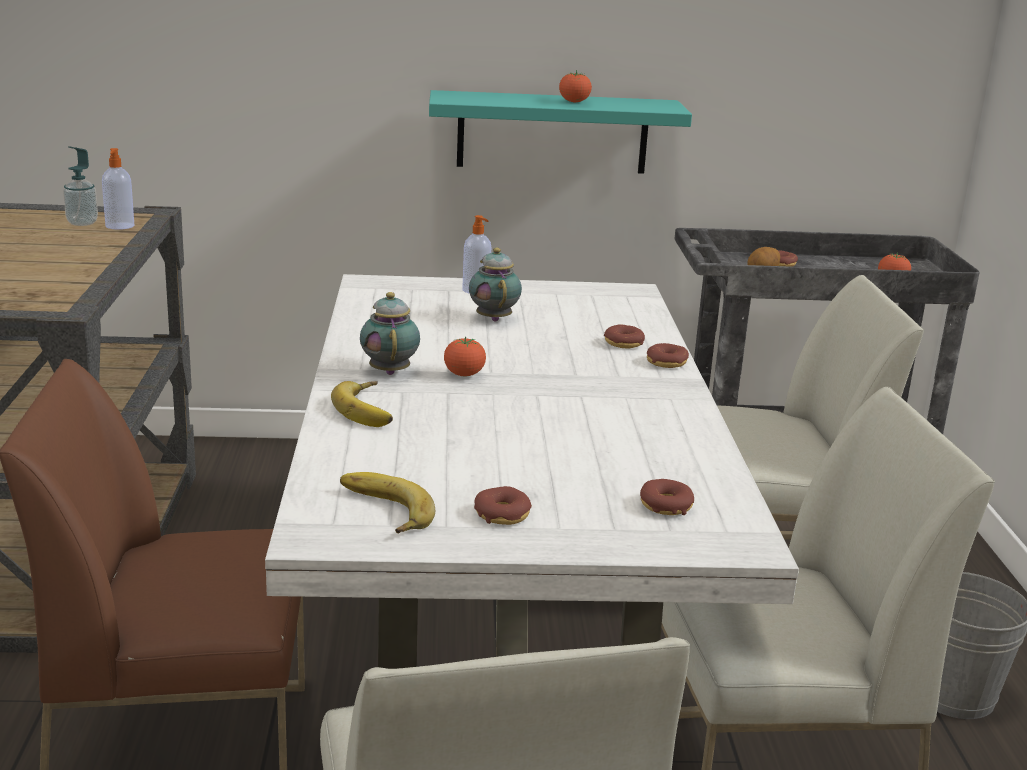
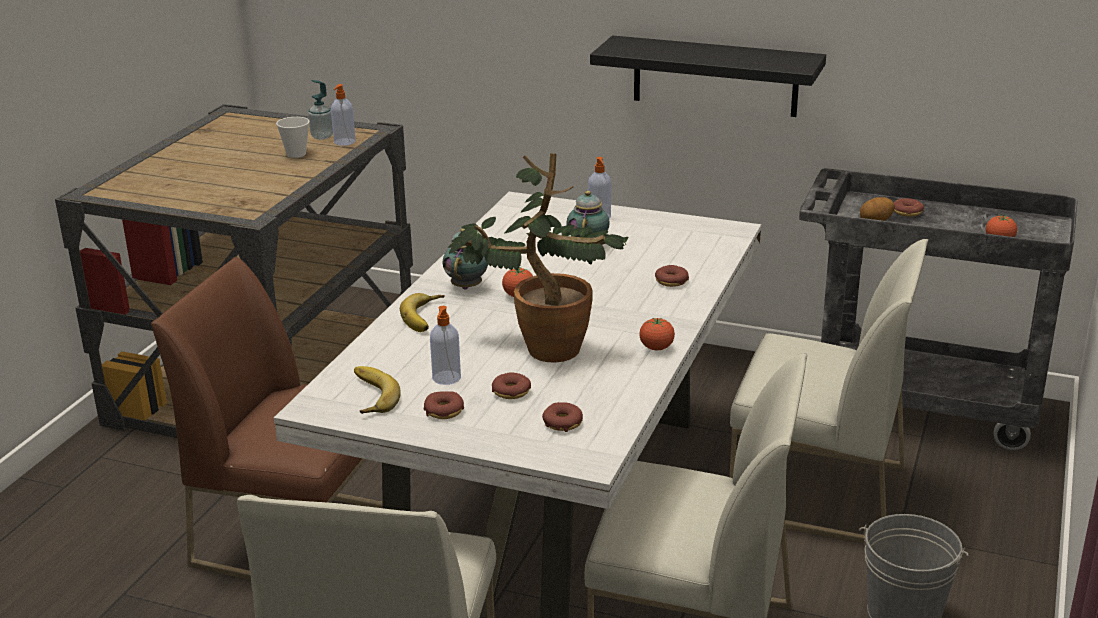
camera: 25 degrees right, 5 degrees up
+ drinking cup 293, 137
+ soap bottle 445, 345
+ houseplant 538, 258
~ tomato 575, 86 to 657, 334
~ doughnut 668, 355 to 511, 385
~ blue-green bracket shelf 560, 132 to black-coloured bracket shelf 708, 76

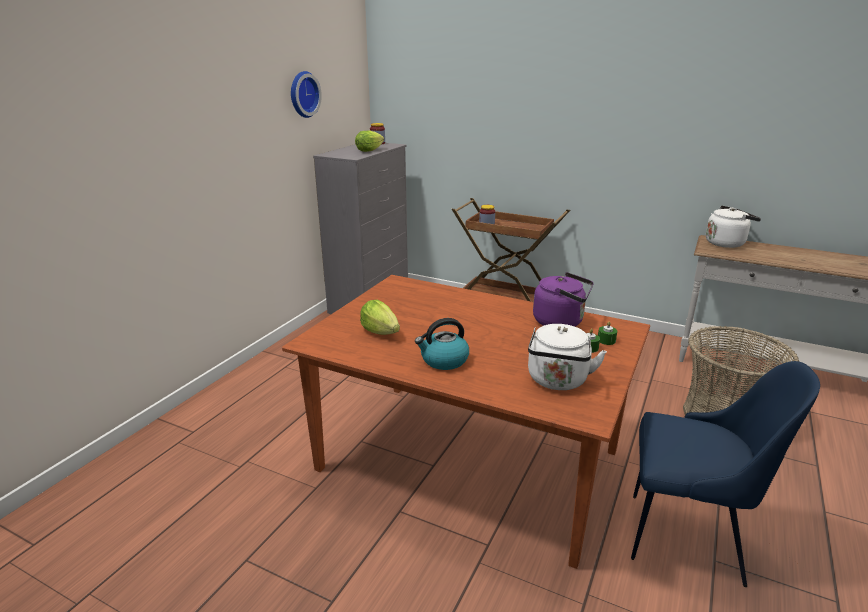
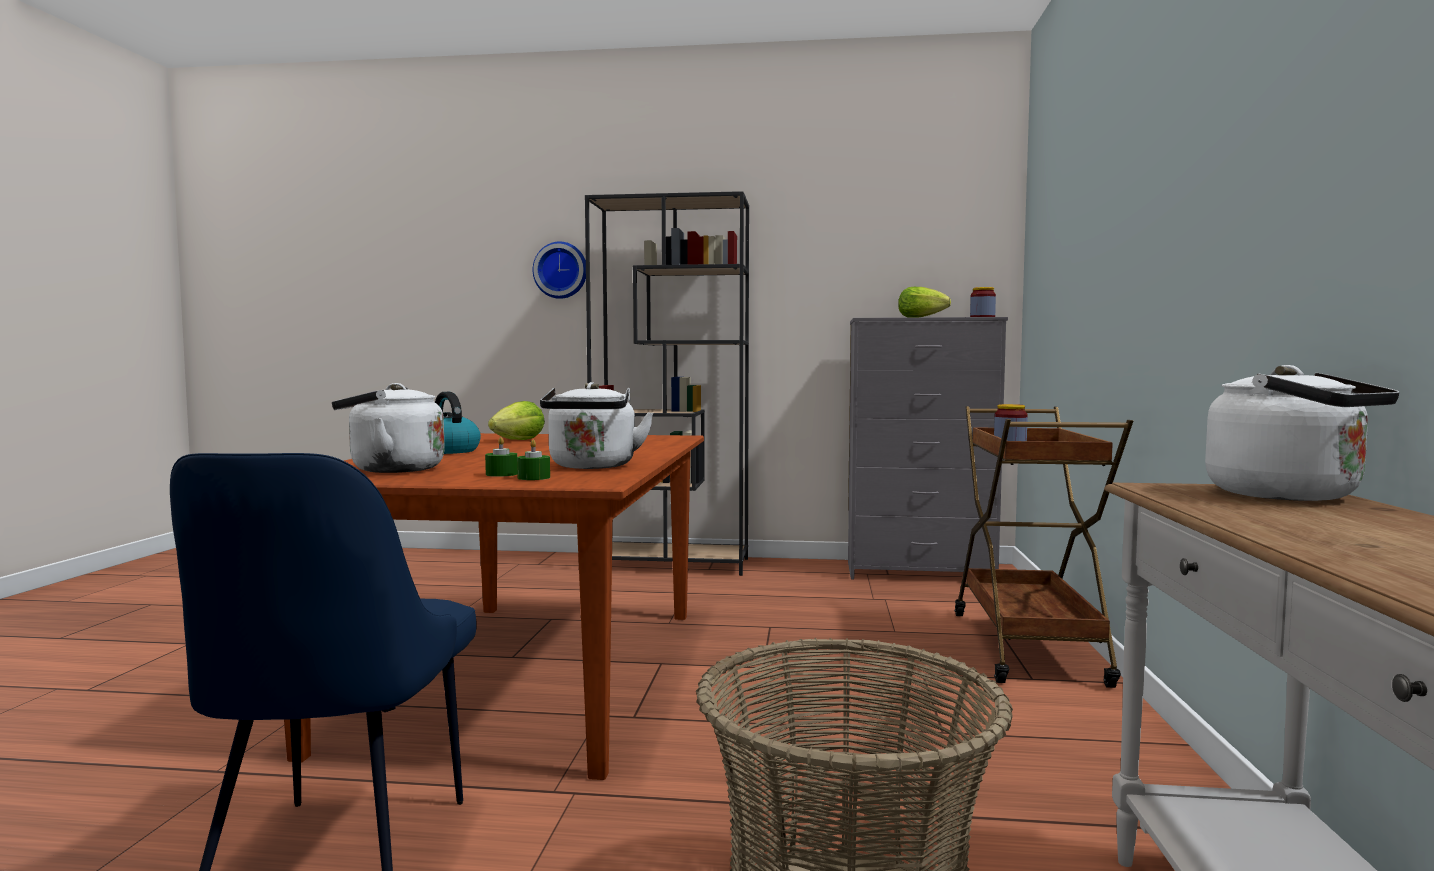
camera: 70 degrees right, 20 degrees down
+ bookcase 667, 383
~ clock on the wall 306, 94 to 559, 270
~ purple-coloured water kettle 563, 299 to white water kettle 597, 425

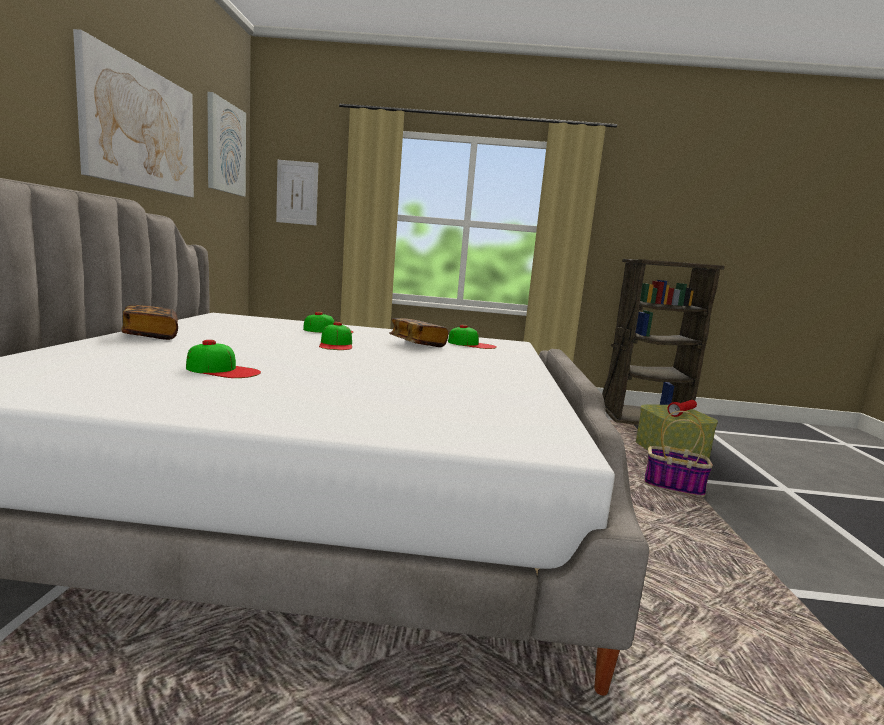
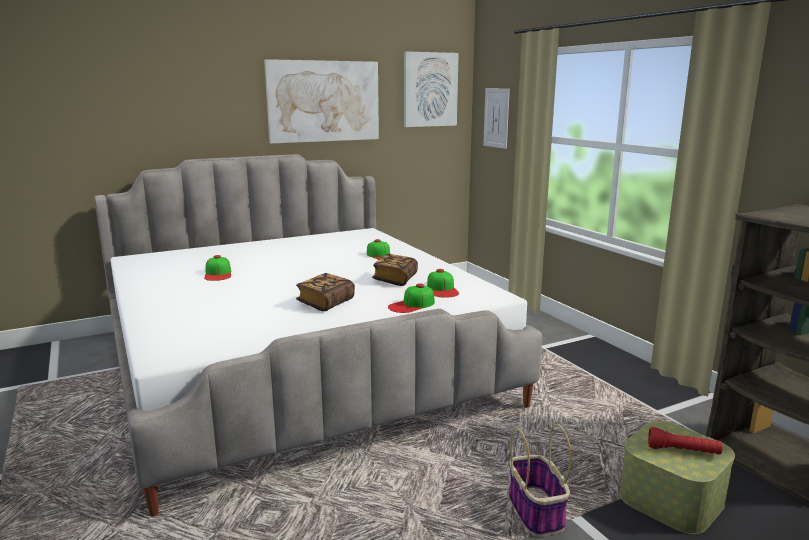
camera: 60 degrees right, 5 degrees up
~ volume 149, 322 to 325, 292
~ peaked cap 335, 336 to 411, 298

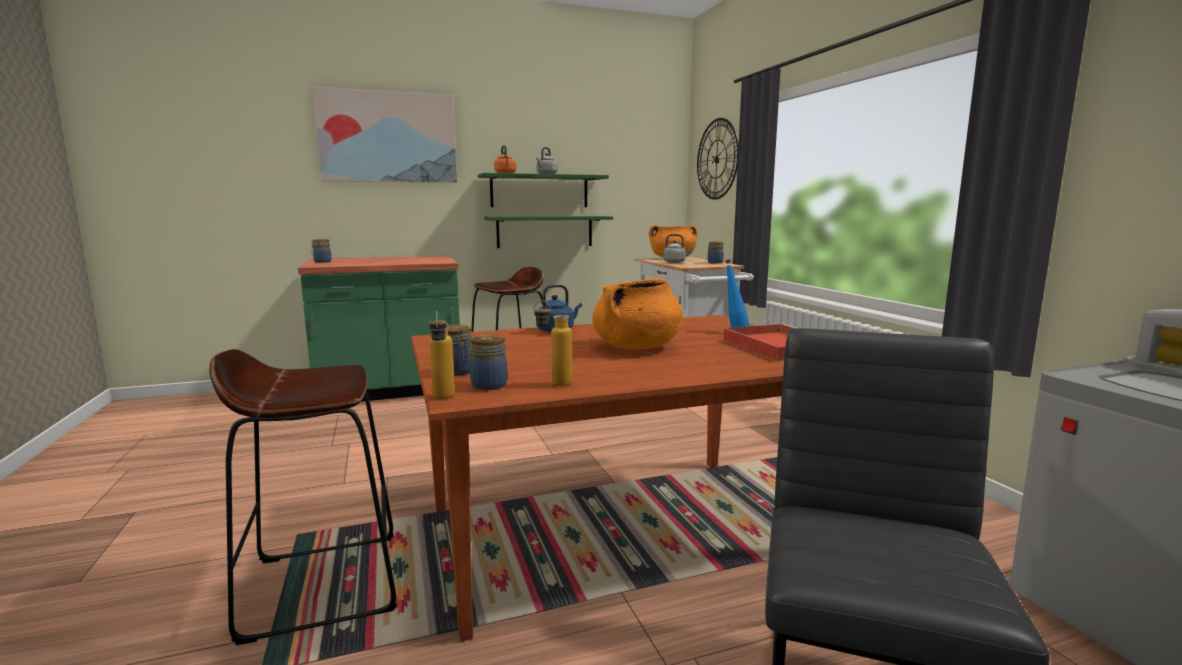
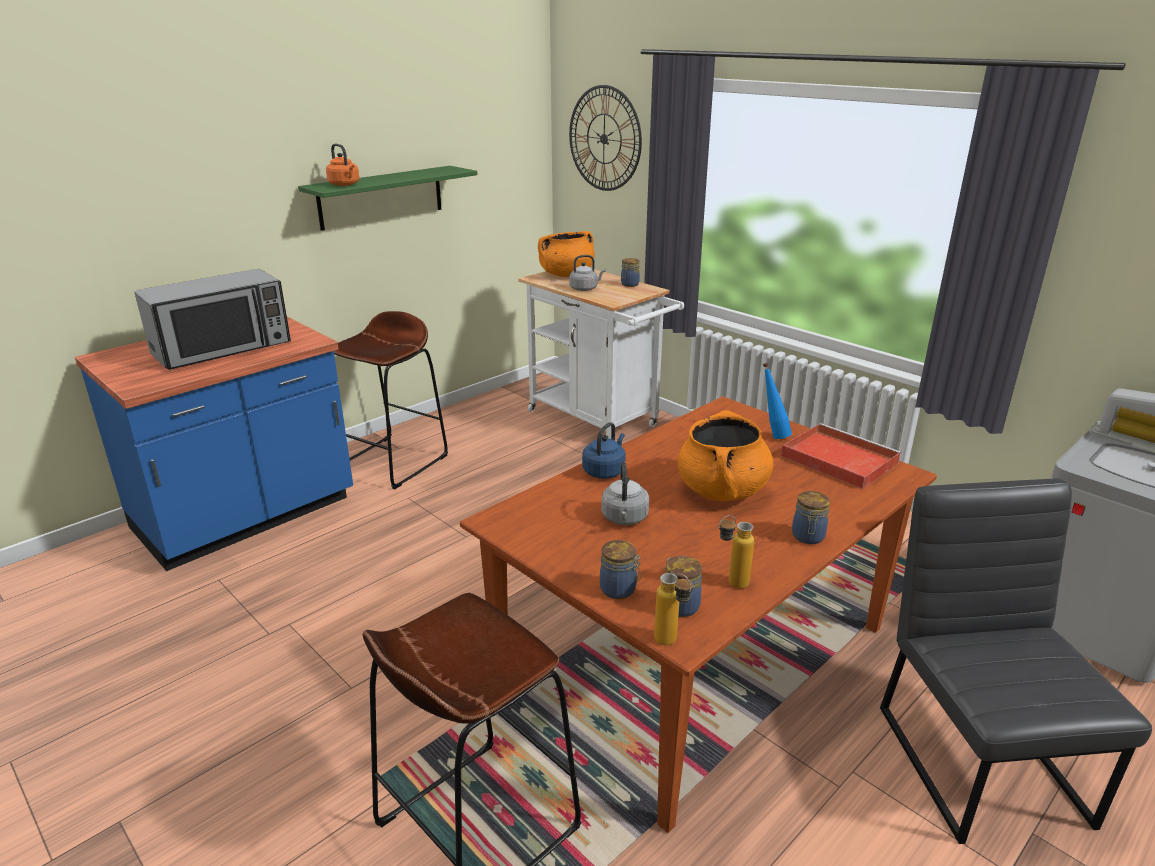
camera: 25 degrees left, 15 degrees up
- picture 384, 135
- green-coloured bracket shelf 548, 232
+ microwave 212, 319
~ preserve jar 321, 251 to 811, 517
~ gray water kettle 547, 160 to 625, 493
~ green-coloured kitchen base unit 379, 328 to blue-coloured kitchen base unit 214, 444

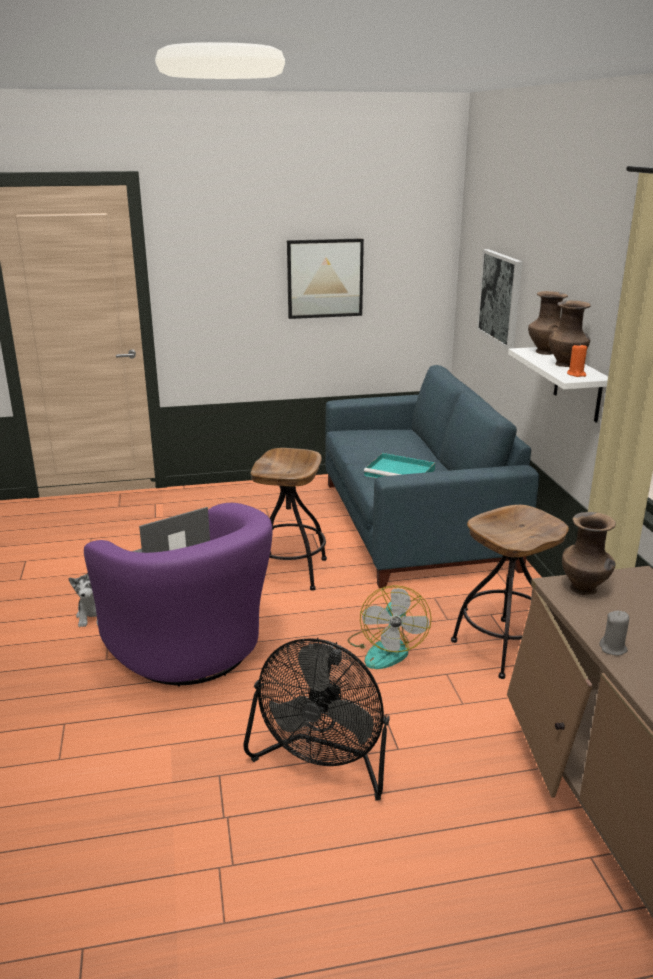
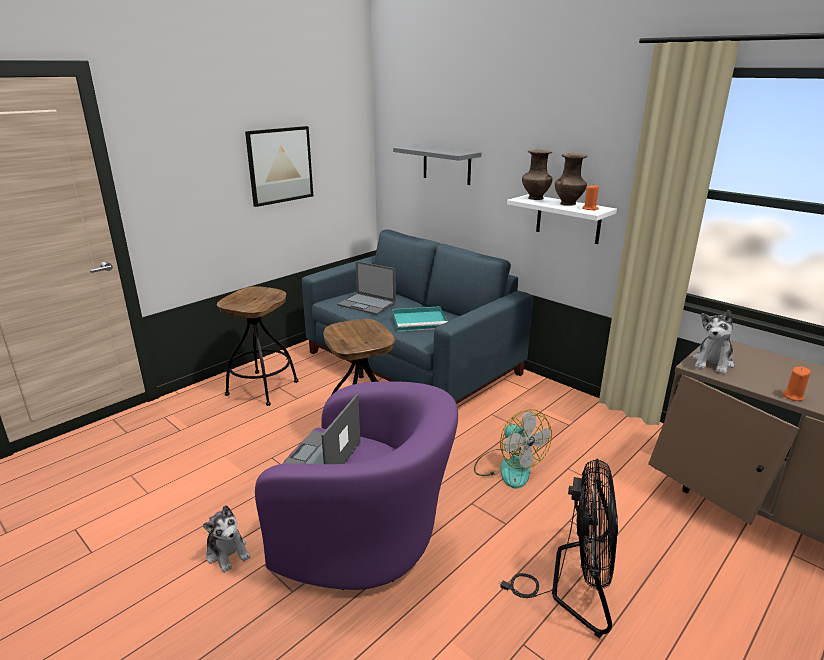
camera: 35 degrees left, 0 degrees up
+ notebook computer 366, 288
~ brownish stool 510, 592 to 257, 346
~ picture 499, 299 to gray bracket shelf 437, 165
~ brownish decorative vase 589, 553 to plush toy 713, 342
~ gray candle 614, 633 to orangey candle 796, 383
~ black-coloured cooling fan 316, 719 = 558, 549 60 degrees counterclockwise

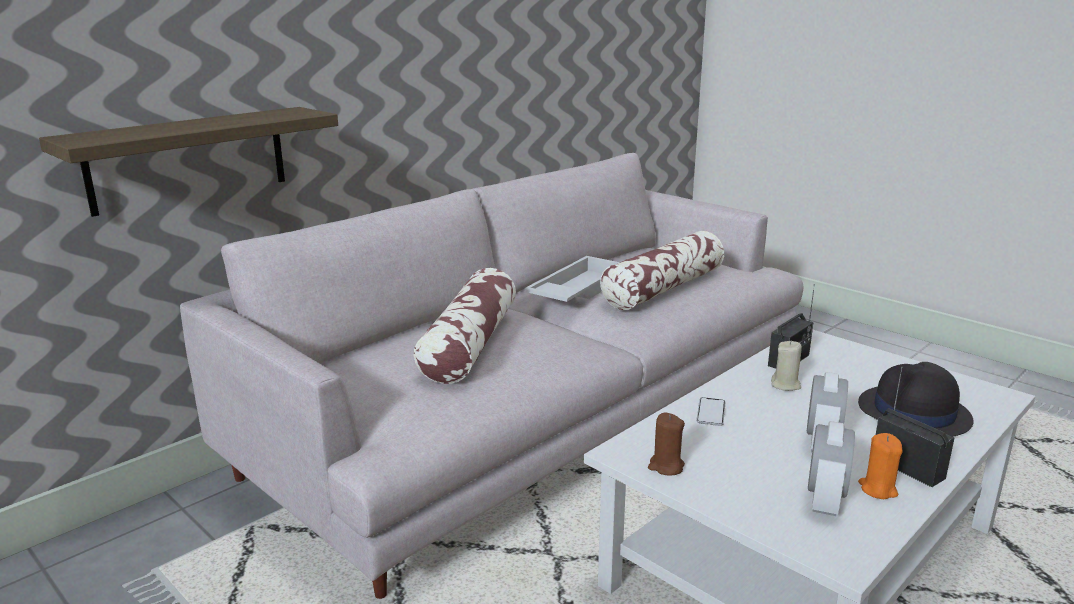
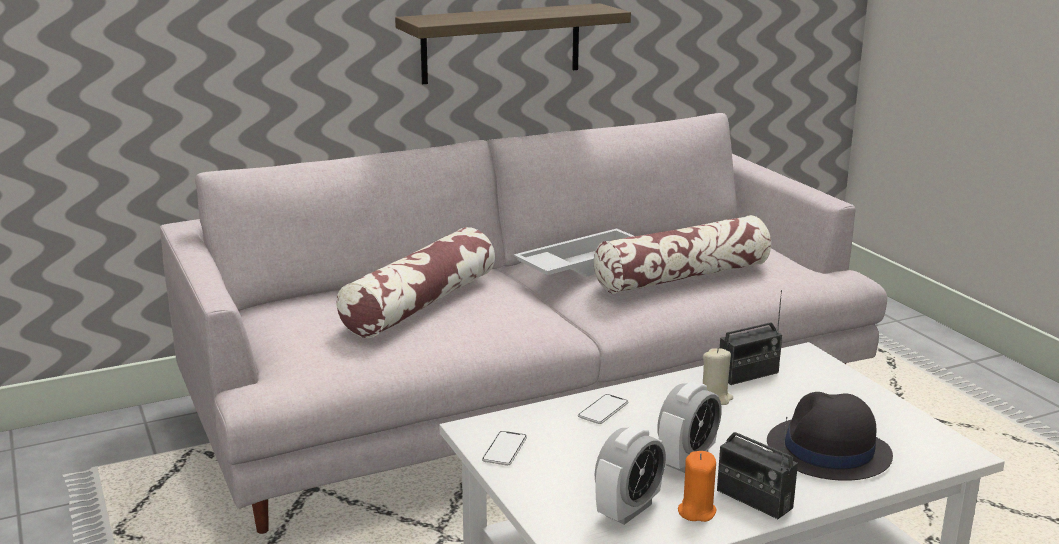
camera: 20 degrees right, 0 degrees up
~ bracket shelf 188, 162 to 513, 43
~ brownish candle 666, 444 to phone 504, 448
~ radio 915, 427 = 757, 468 150 degrees clockwise

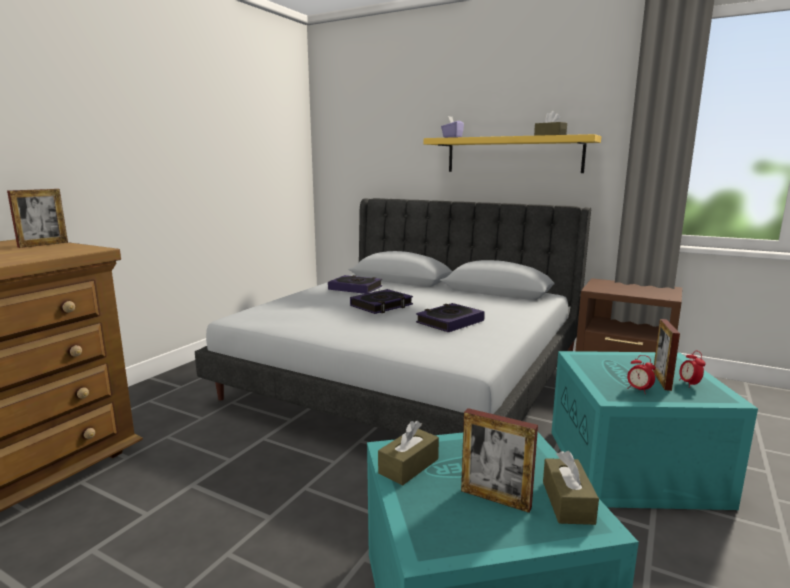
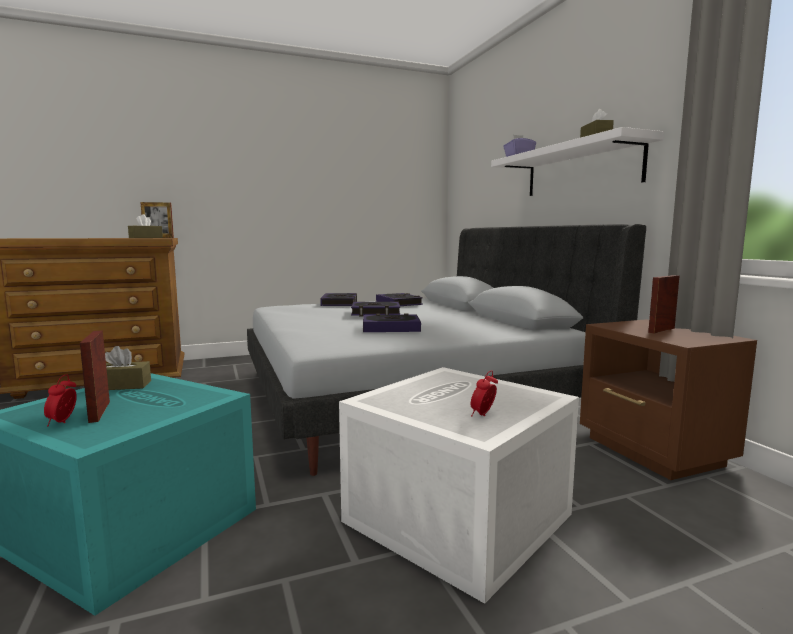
camera: 40 degrees right, 5 degrees down
+ volume 338, 299
~ brownish tissue box 571, 488 to 145, 226
~ table clock 641, 374 to 60, 400
~ standing frame 666, 355 to 663, 304
~ yellowish bracket shelf 512, 153 to white bracket shelf 577, 161
~ blue-green storage bin 654, 430 to white storage bin 459, 485

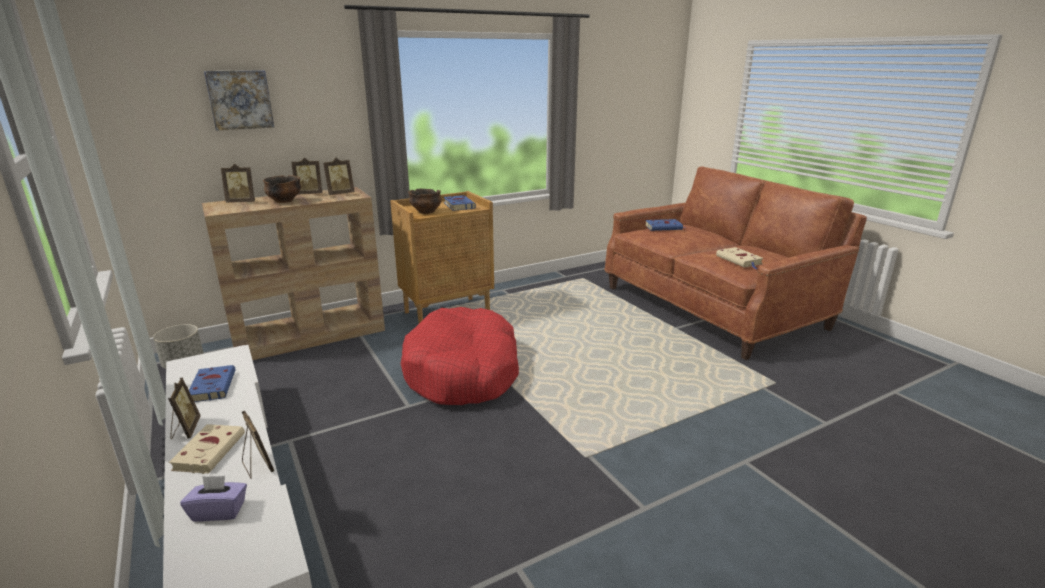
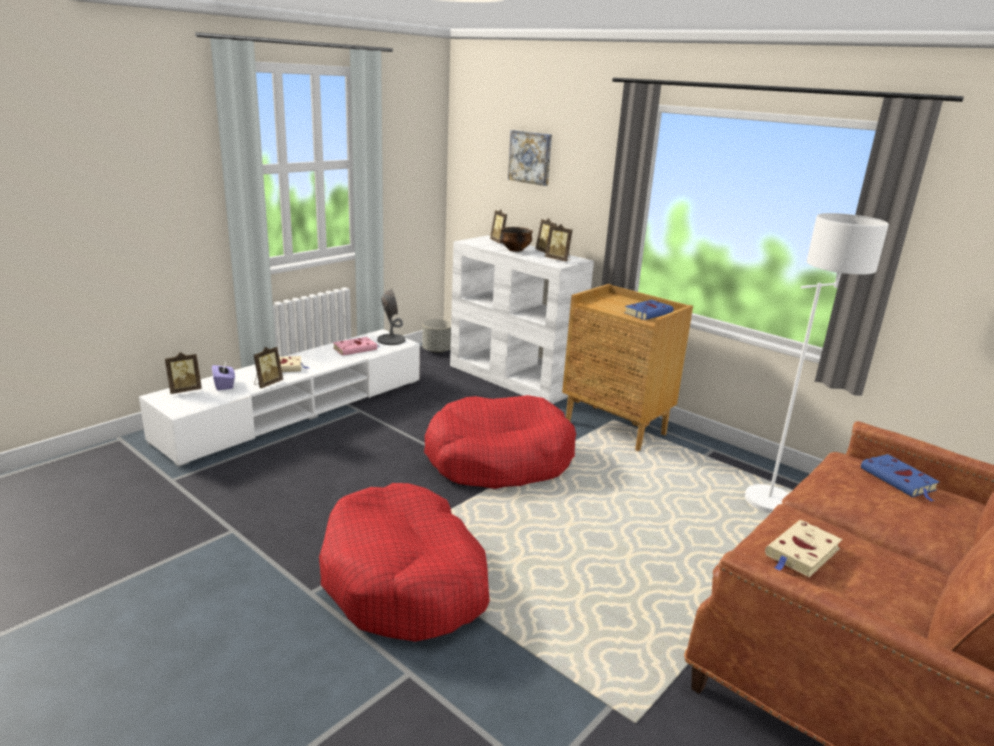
camera: 70 degrees right, 0 degrees up
- deep dish 425, 201
+ red-coloured pet bed 404, 562
+ gray tabletop lamp 391, 316
+ white floor lamp 817, 363
~ standing frame 184, 408 to 183, 373
~ blue-coloured volume 212, 383 to pink-coloured volume 356, 346
~ brownish bookcase 293, 273 to white bookcase 522, 319

